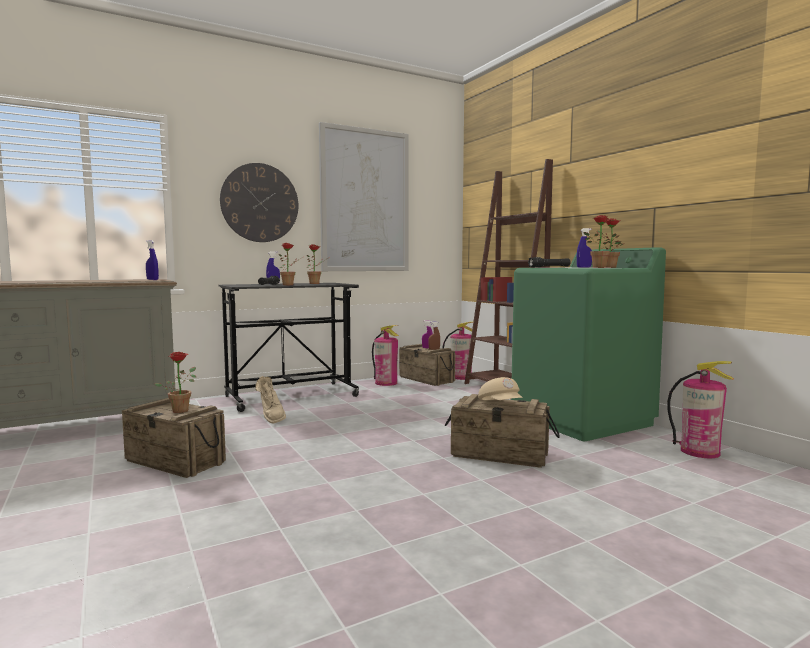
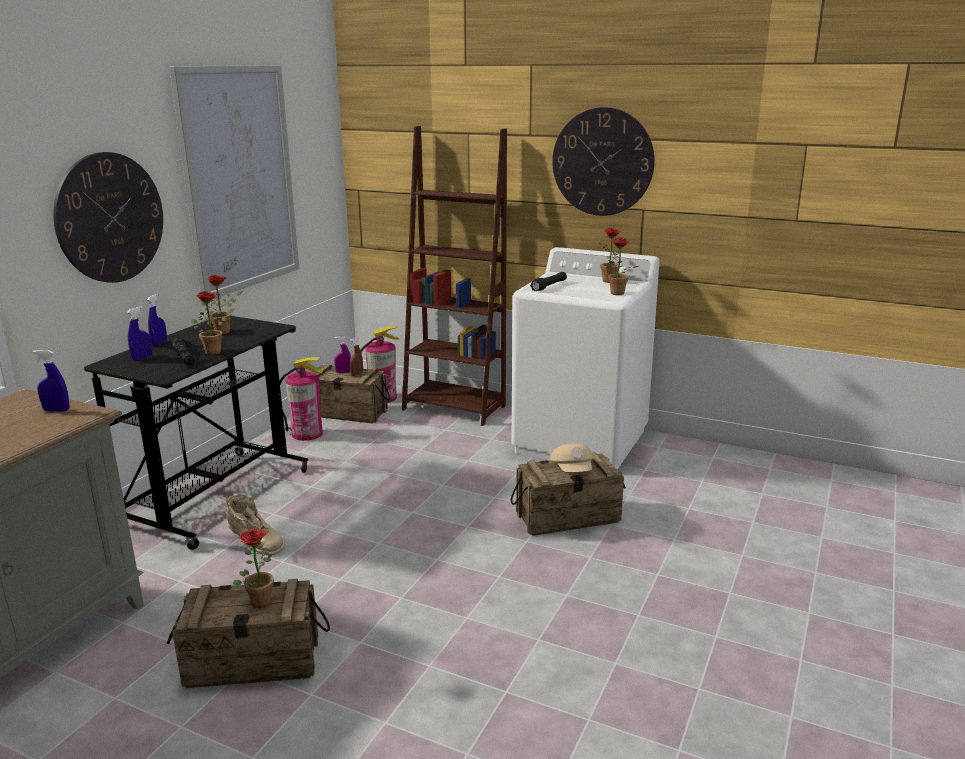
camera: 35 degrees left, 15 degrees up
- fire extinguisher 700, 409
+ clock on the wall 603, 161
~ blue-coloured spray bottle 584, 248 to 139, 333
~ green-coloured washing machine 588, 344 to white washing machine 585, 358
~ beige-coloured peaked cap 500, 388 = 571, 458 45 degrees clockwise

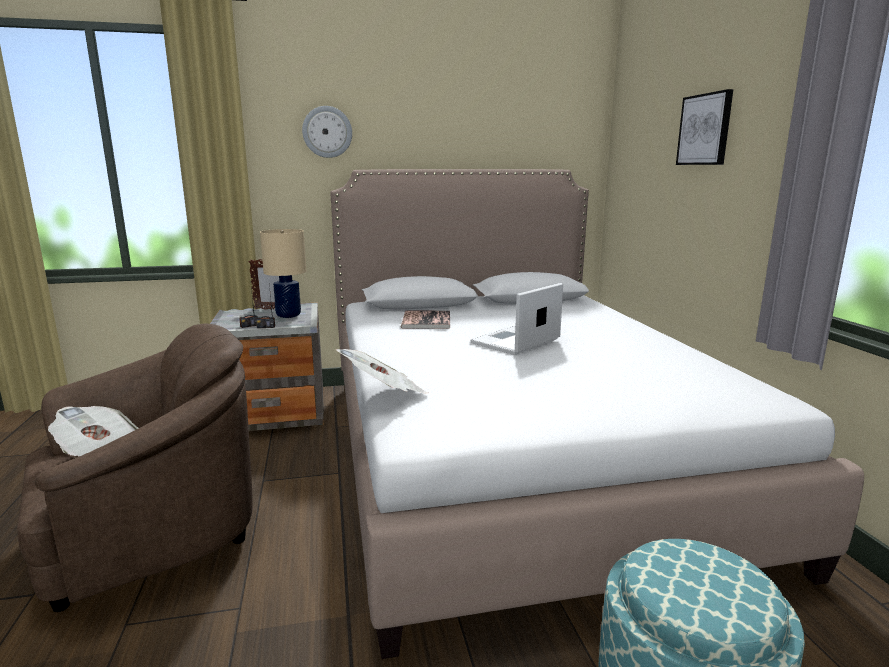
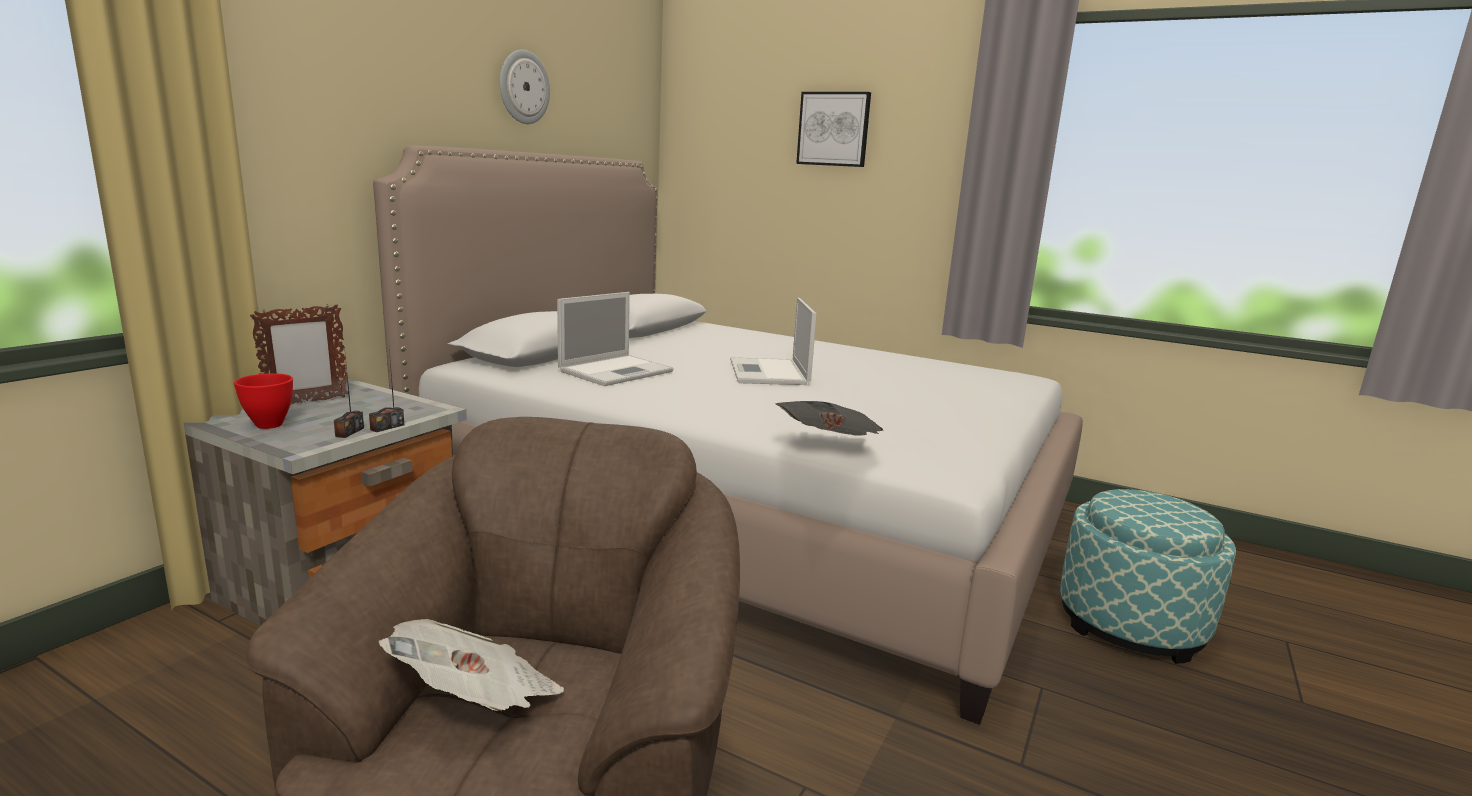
camera: 50 degrees left, 0 degrees up
- beige-coloured tabletop lamp 283, 273
+ red-coloured deep dish 263, 401
~ clock on the wall 327, 132 to 525, 86
~ volume 425, 320 to notebook computer 615, 339

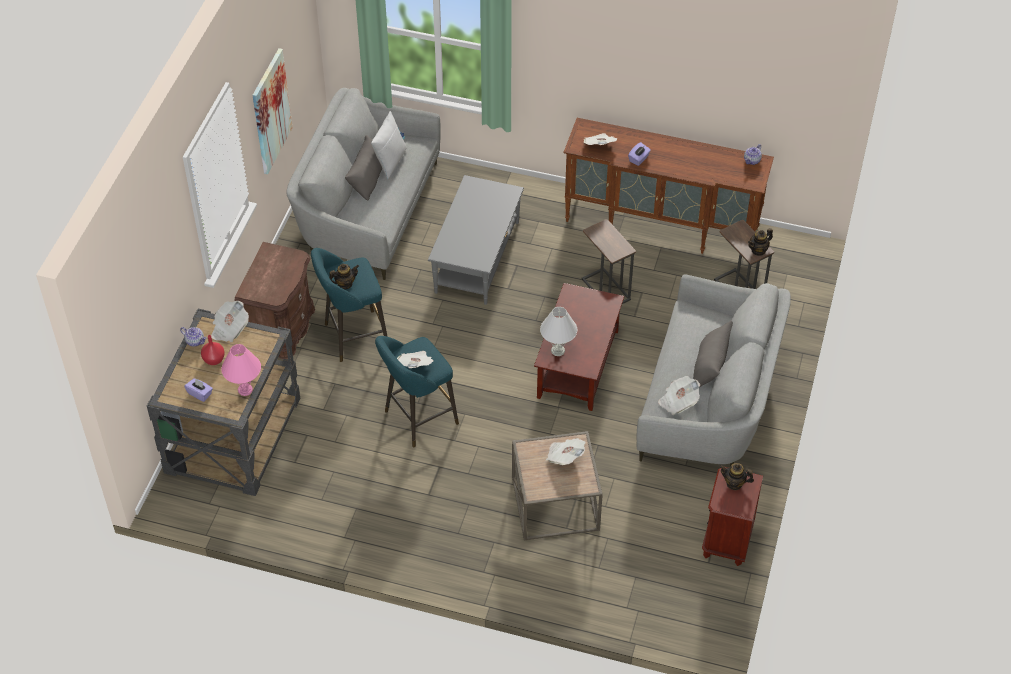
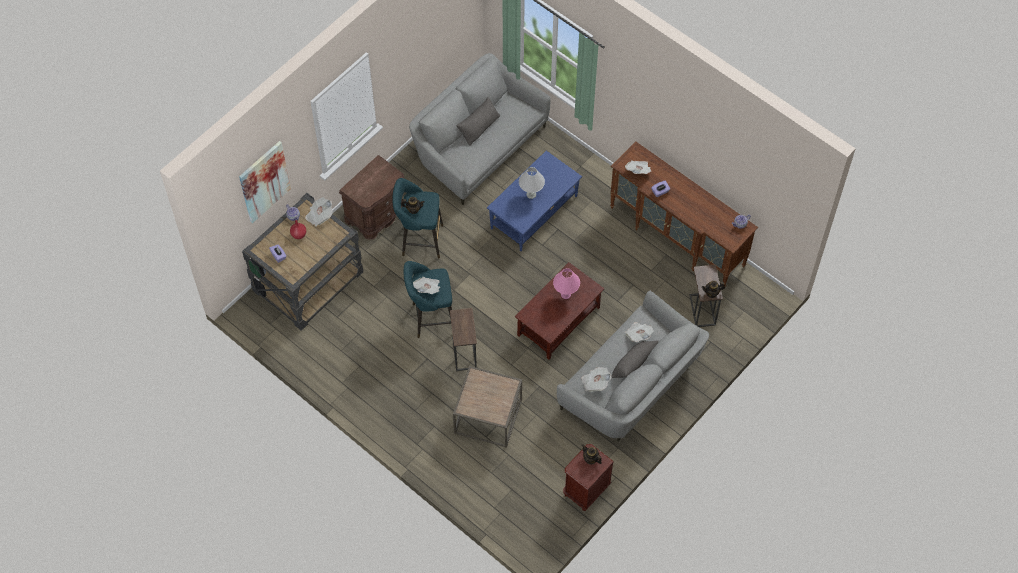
camera: 25 degrees right, 10 degrees up
- gray cushion 389, 145
~ pink-coloured tabletop lamp 241, 370 to 566, 283
~ picture 272, 111 to 265, 182
~ white tabletop lamp 558, 331 to 532, 183
~ newspaper 566, 451 to 639, 332
~ brownish side table 609, 261 to 463, 339
~ gray low table 476, 240 to blue-coloured low table 534, 201

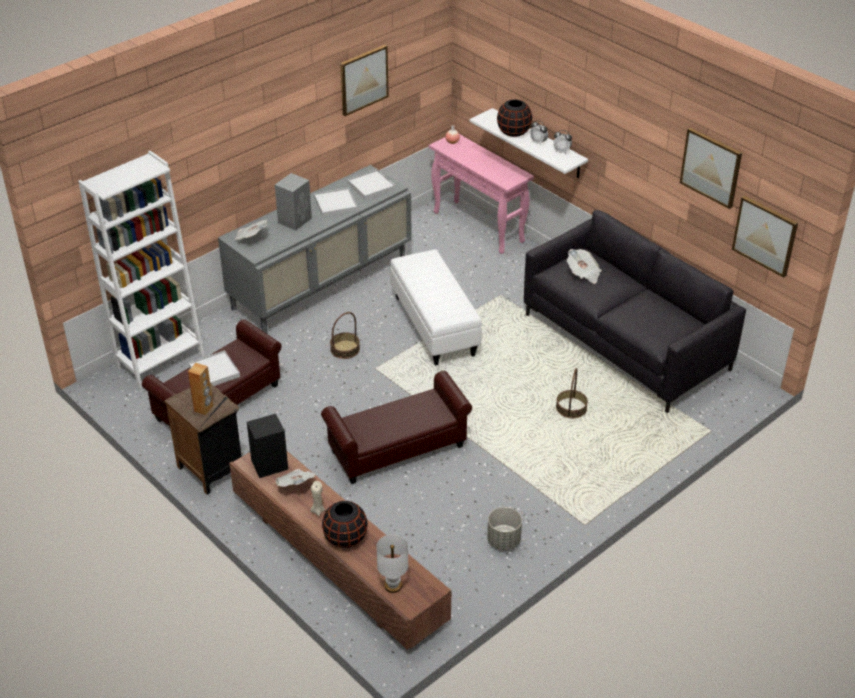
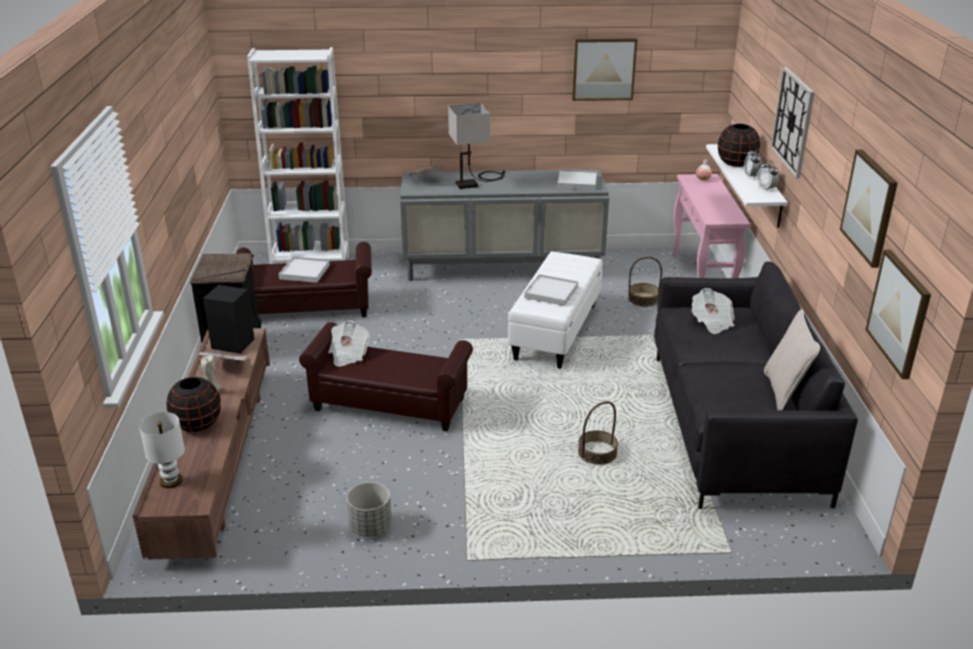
camera: 40 degrees right, 10 degrees down
- brownish loudspeaker 200, 389
+ newspaper 349, 343
+ beige-coloured cushion 792, 359
+ clock on the wall 793, 122
~ white tray 336, 202 to 551, 290
~ basket 345, 335 to 645, 282
~ gray loudspeaker 293, 201 to tabletop lamp 476, 146

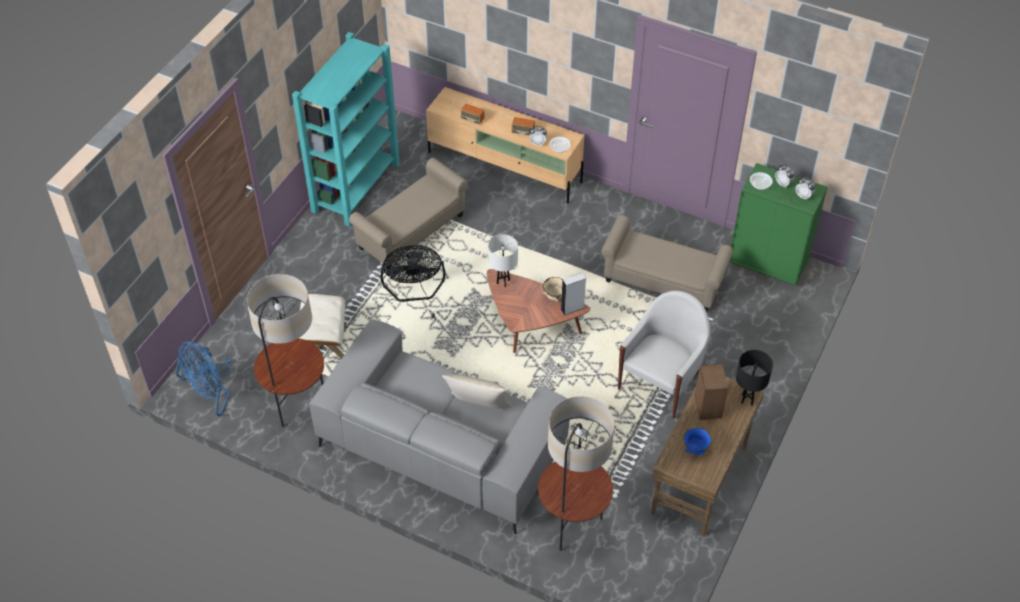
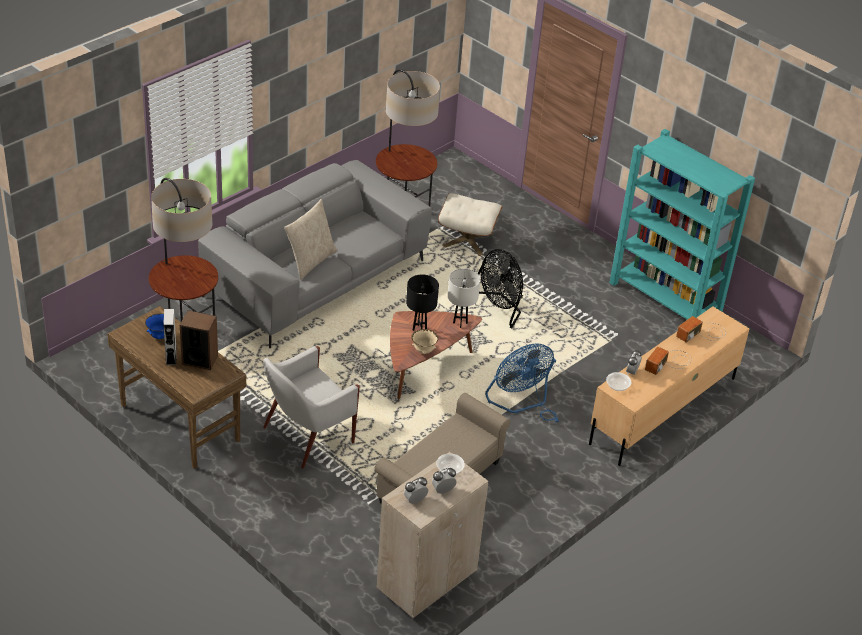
camera: 105 degrees right, 10 degrees down
- beige-coloured footrest 408, 214
~ blue-coloured cooling fan 204, 379 to 522, 383
~ gray loudspeaker 573, 294 to 170, 337
~ black-coloured tabletop lamp 754, 378 to 422, 303
~ green-coloured storage cabinet 778, 224 to beige-coloured storage cabinet 432, 535
~ black-coloured cooling fan 413, 281 = 500, 289 135 degrees clockwise
~ white armchair 664, 354 = 311, 407 90 degrees clockwise

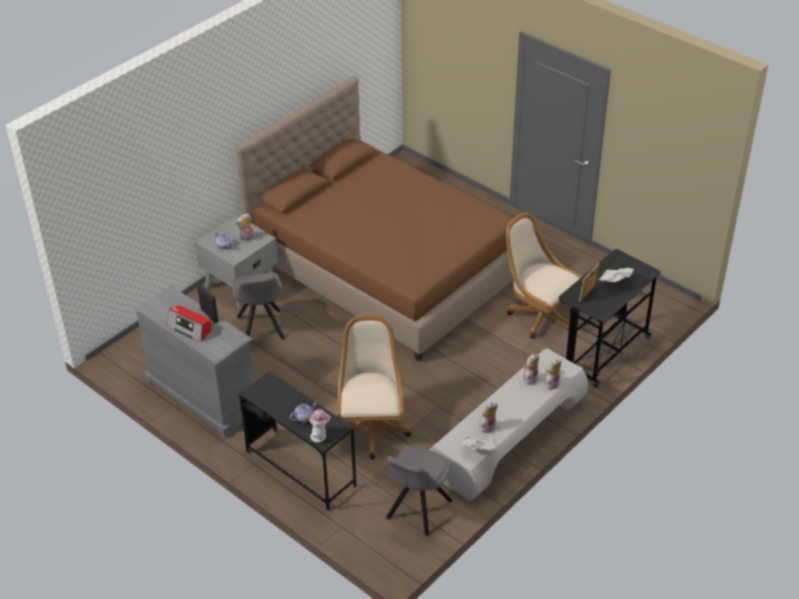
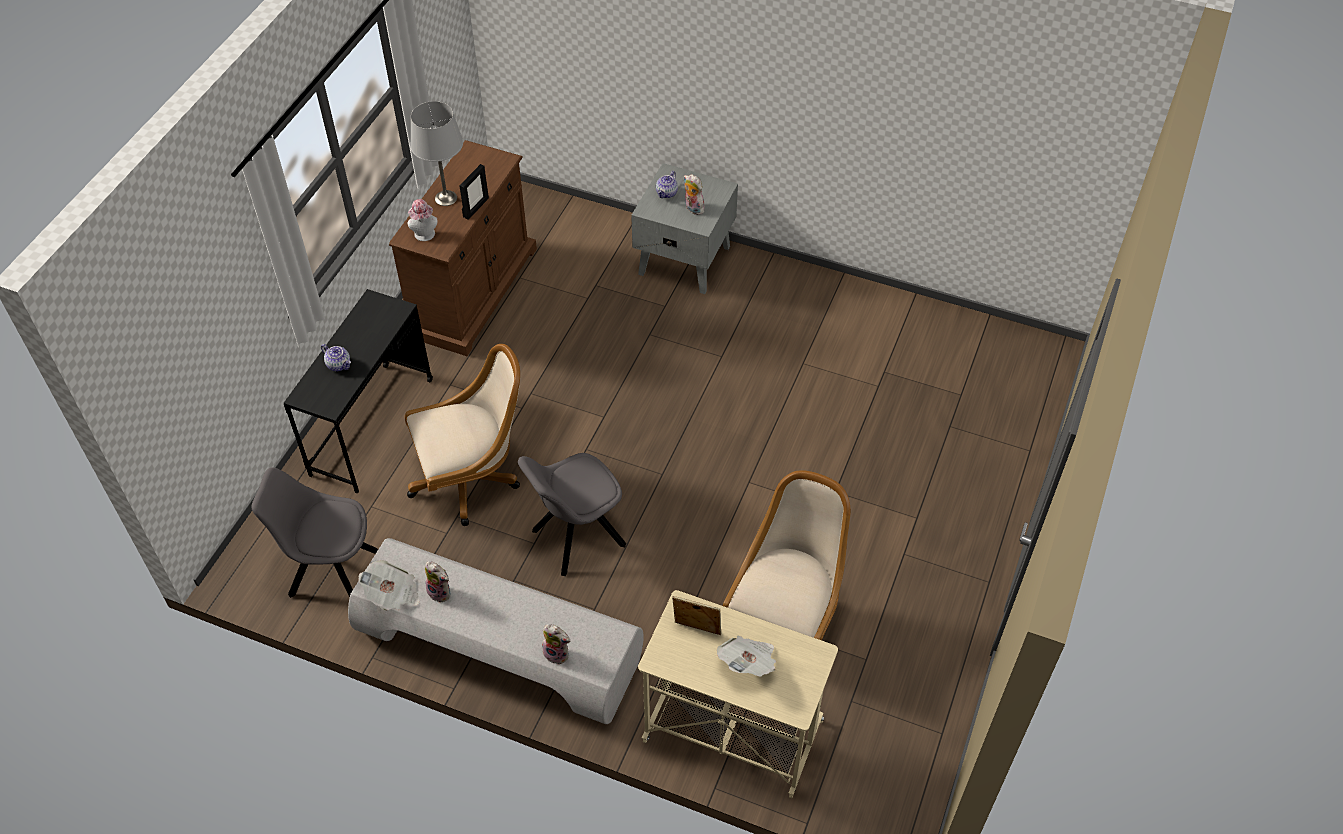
camera: 70 degrees right, 10 degrees up
- brownish bed 375, 218
- plush toy 531, 369
~ gray chair 259, 306 to 572, 514
~ wearable hat 320, 426 to 423, 220
~ radio 189, 323 to gray tabletop lamp 436, 153
~ gray chest of drawers 194, 361 to brownish chest of drawers 463, 248
~ black-coloured desk 610, 318 to beige-coloured desk 738, 694

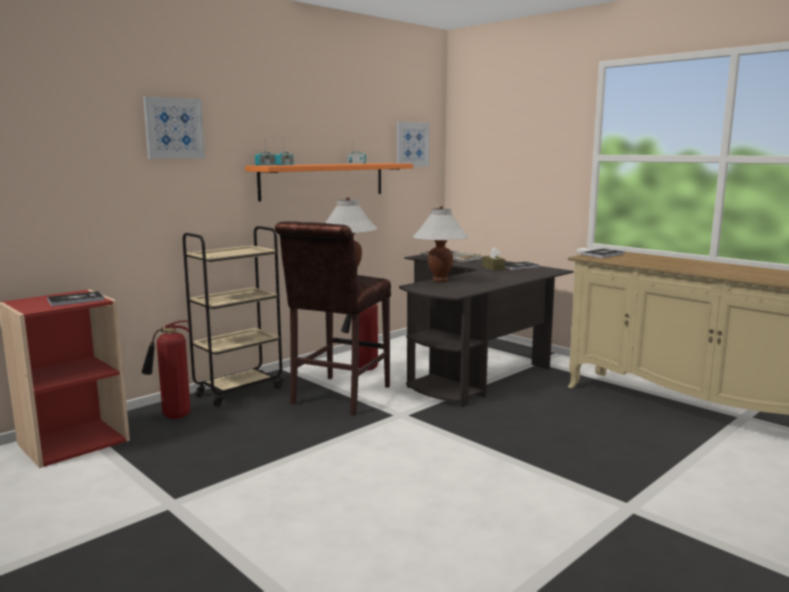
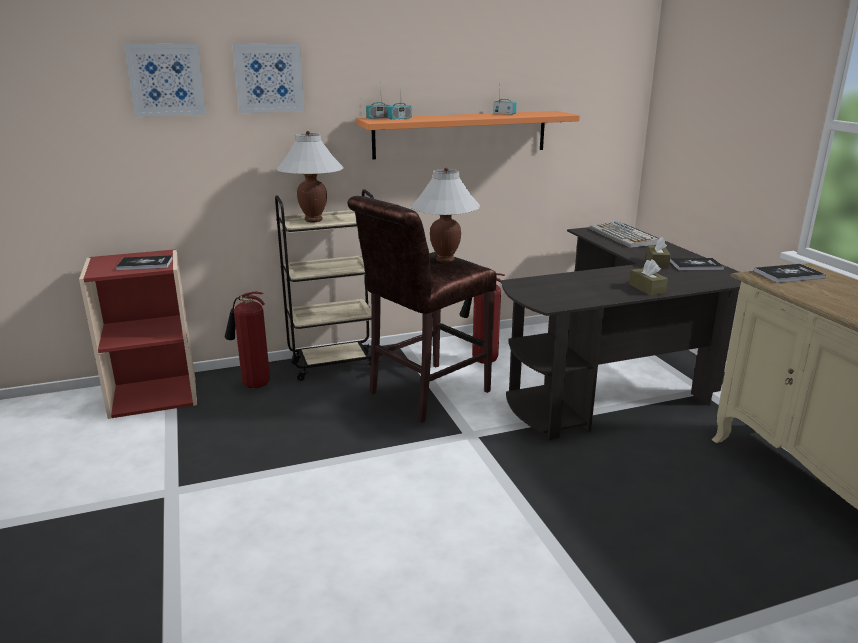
camera: 25 degrees right, 10 degrees up
+ brownish tissue box 648, 277
~ picture 413, 144 to 165, 80
~ white tabletop lamp 441, 244 to 310, 176

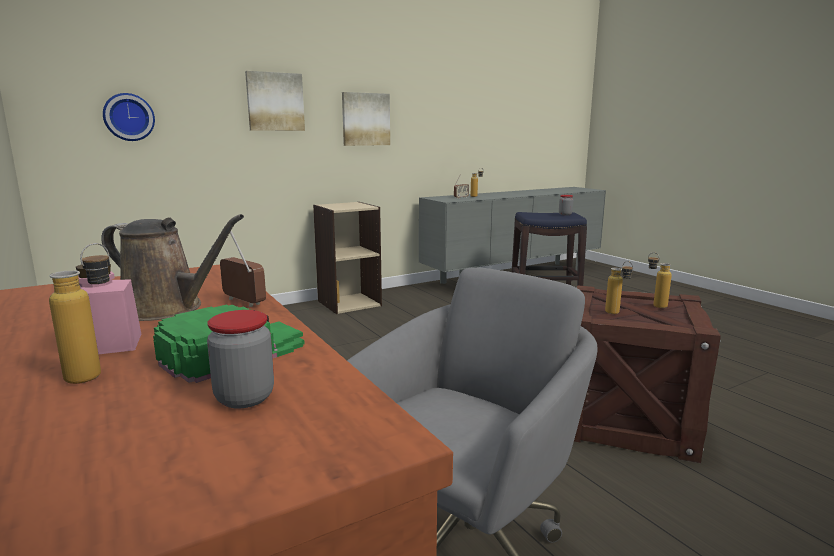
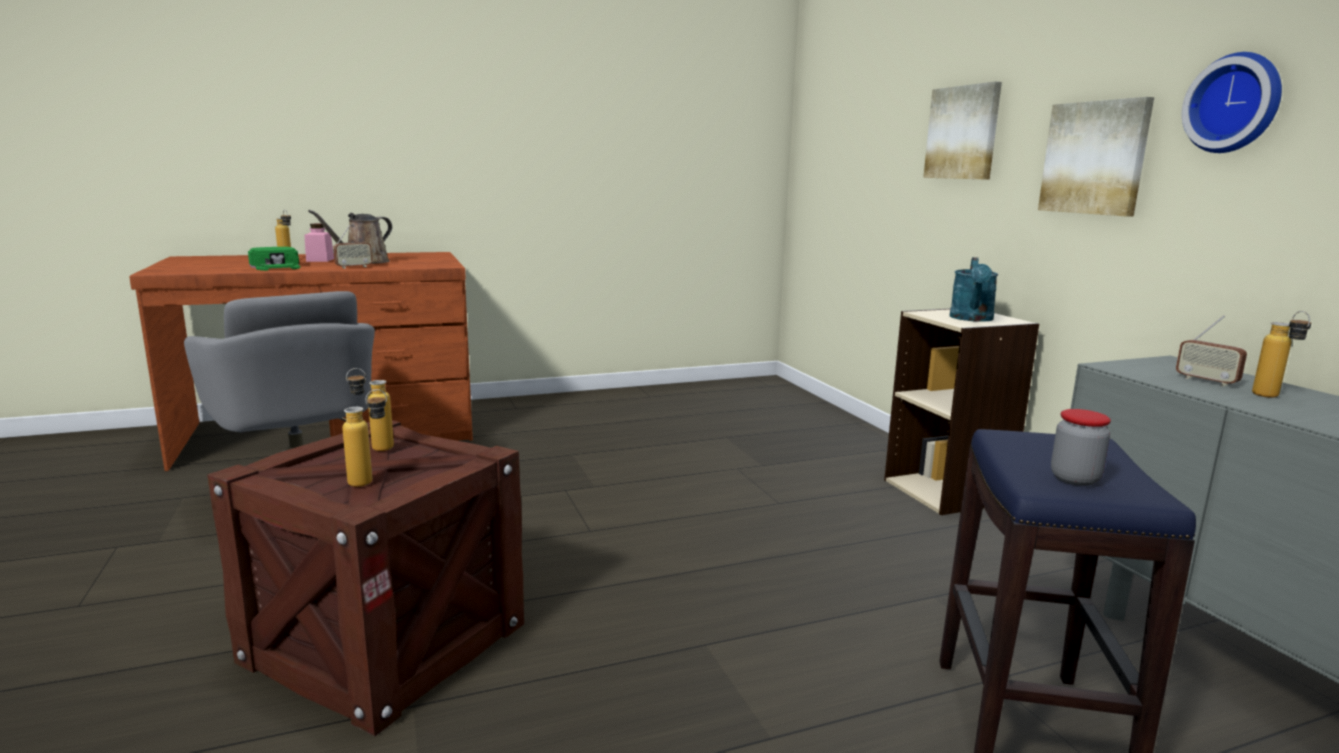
camera: 100 degrees right, 0 degrees up
- preserve jar 240, 359
+ blue-green sprinkling can 974, 289
~ clock on the wall 129, 117 to 1231, 102

